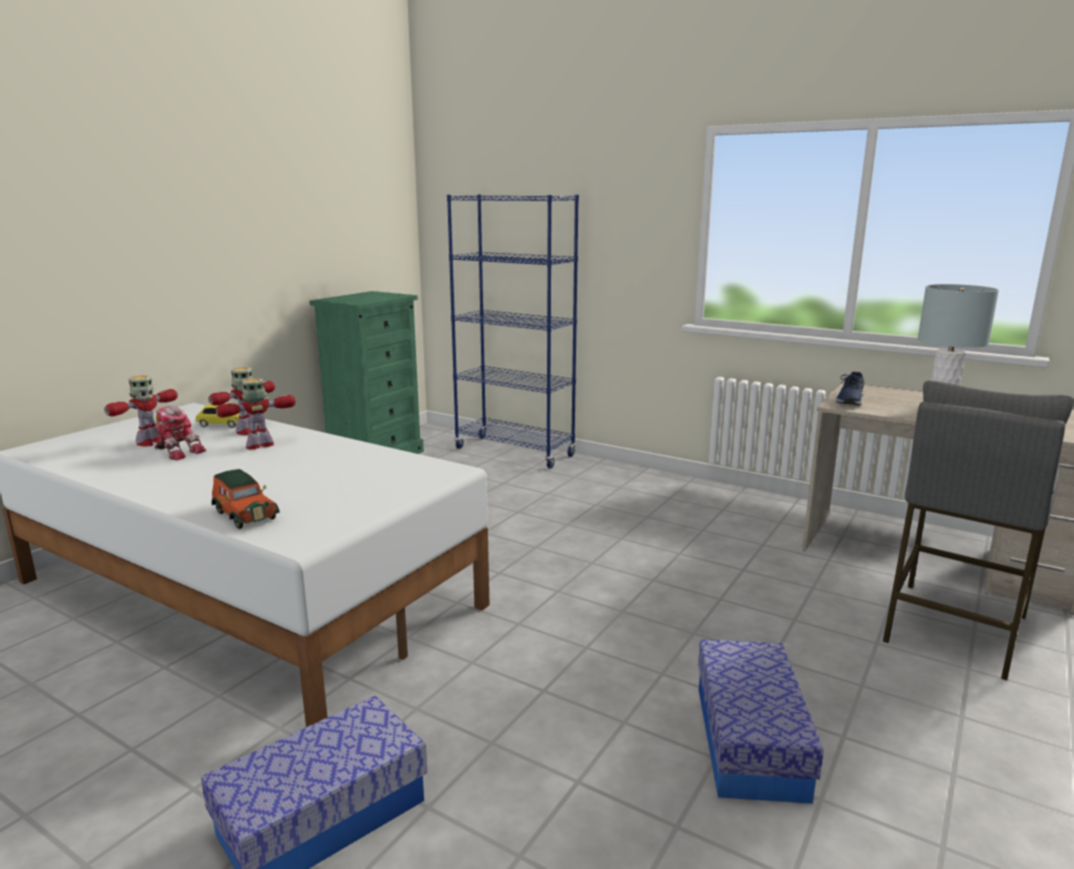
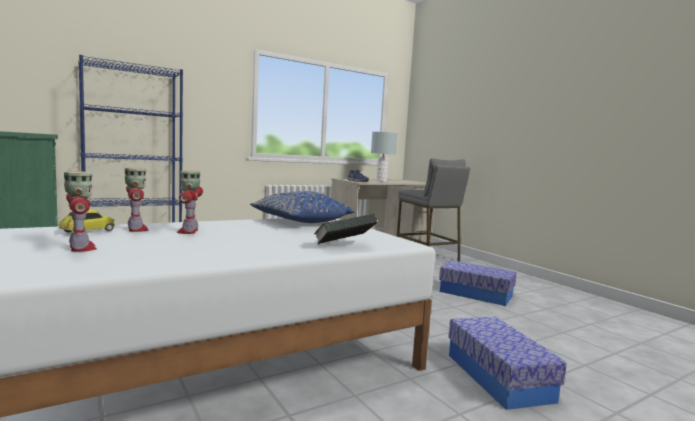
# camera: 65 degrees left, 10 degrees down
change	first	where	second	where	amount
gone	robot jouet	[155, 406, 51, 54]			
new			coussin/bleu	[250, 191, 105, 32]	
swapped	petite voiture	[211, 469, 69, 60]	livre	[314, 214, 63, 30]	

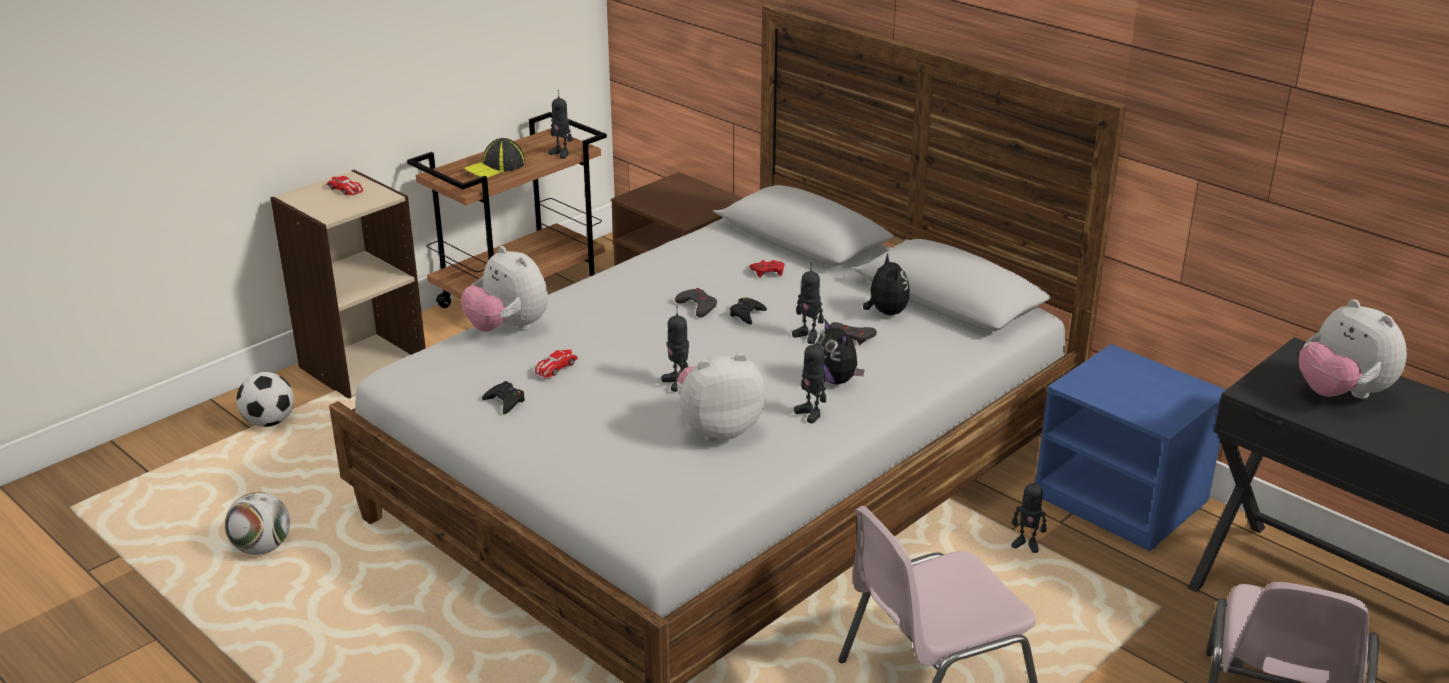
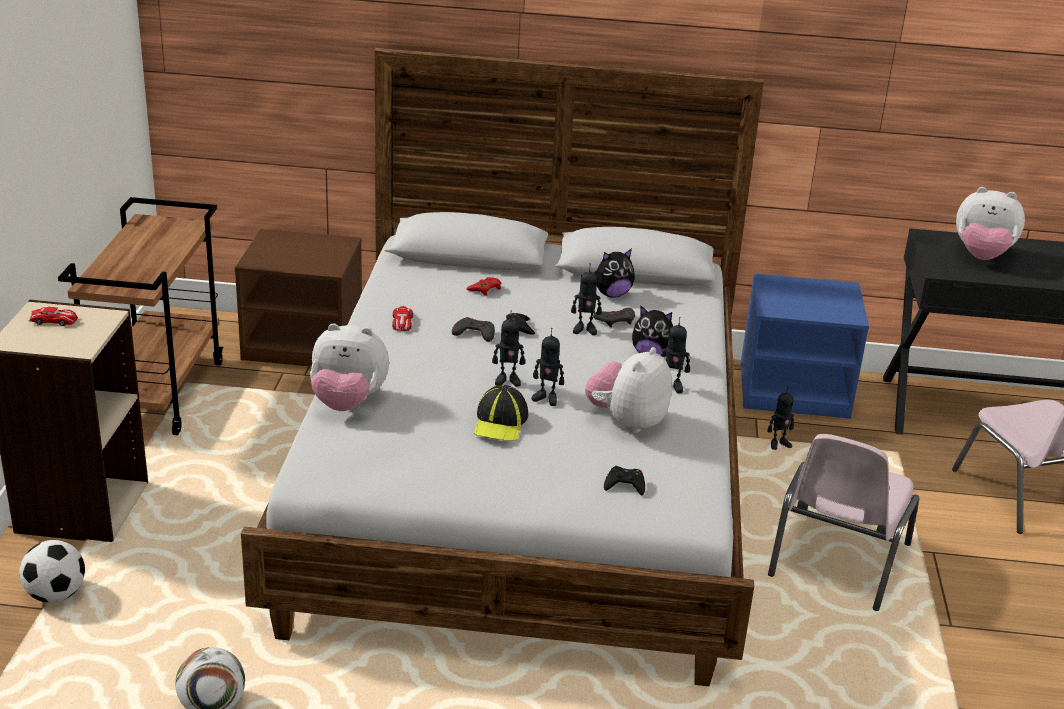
# camera: 40 degrees left, 0 degrees up
change	first	where	second	where	amount
shifted	casquette	[465, 138, 60, 40]		[474, 385, 54, 56]	
shifted	manette/noir	[482, 381, 43, 33]		[604, 466, 41, 30]	
shifted	petite voiture	[535, 350, 43, 28]		[392, 306, 21, 25]	
shifted	robot jouet	[548, 90, 24, 69]		[492, 311, 33, 76]	
rotated	peluche	[863, 254, 47, 61]		[594, 249, 41, 49]	120 degrees clockwise

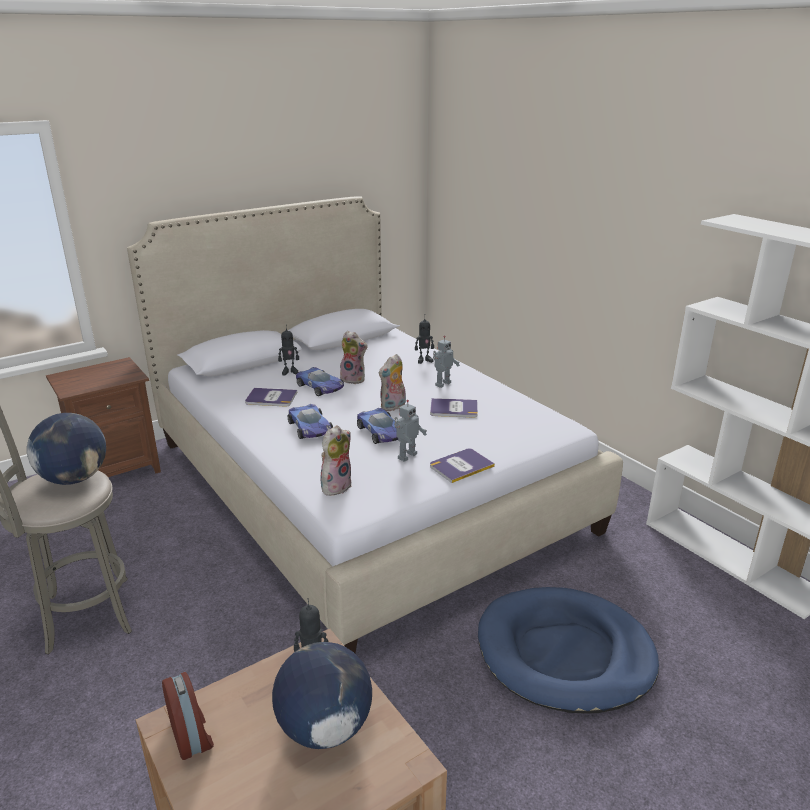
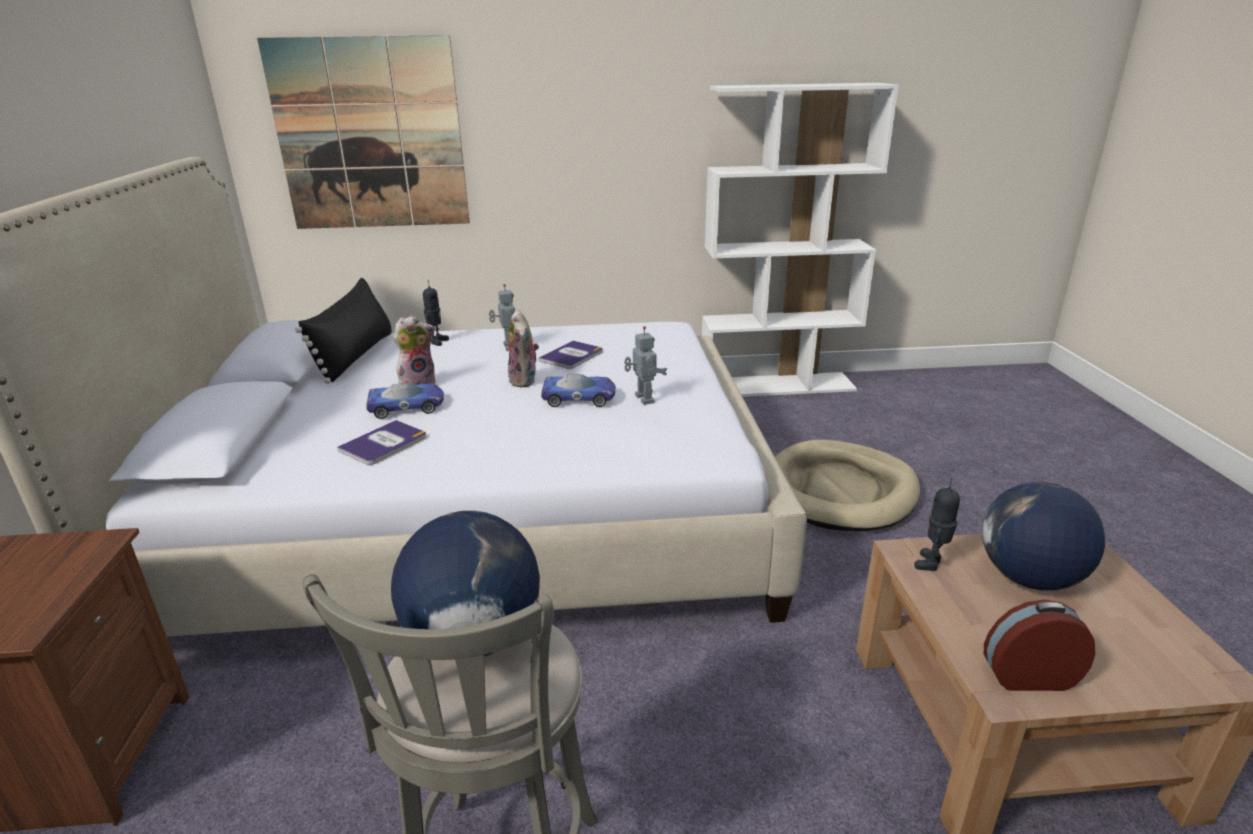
# camera: 60 degrees left, 0 degrees up
change	first	where	second	where	amount
gone	robot jouet	[278, 327, 21, 48]			
gone	petite voiture	[288, 404, 45, 35]			
gone	peluche	[321, 425, 31, 71]			
gone	livre	[430, 449, 65, 34]			
new			tableau	[257, 35, 213, 194]	
new			coussin/noir	[295, 278, 97, 106]	
repainted	panier pour chien/bleu	[478, 587, 181, 127]	panier pour chien/beige	[775, 440, 145, 91]	

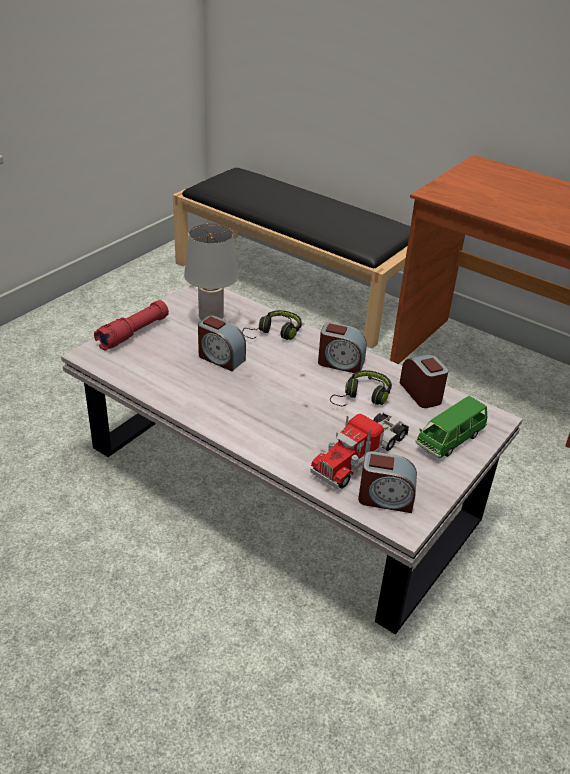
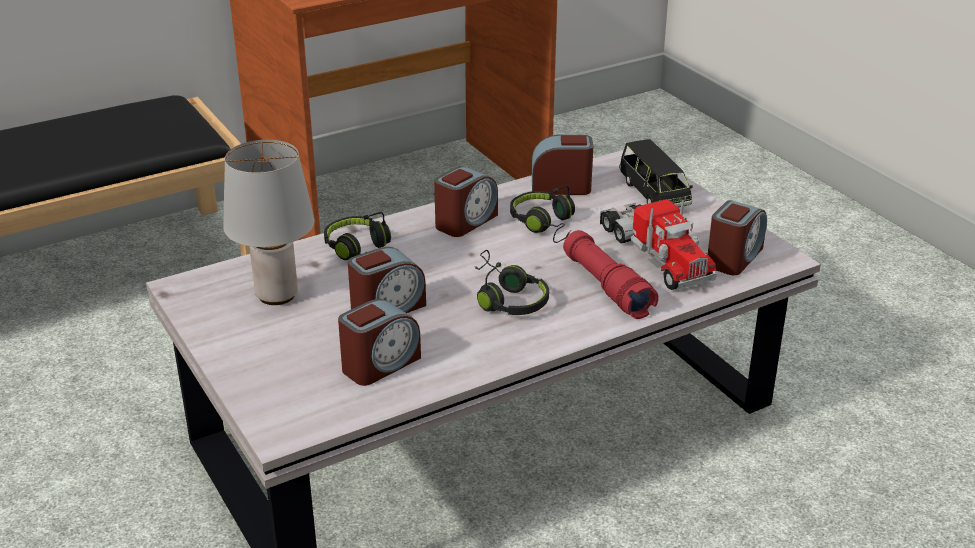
# camera: 65 degrees left, 5 degrees down
change	first	where	second	where	amount
new			réveil	[338, 299, 83, 87]	
new			casque audio/noir	[474, 250, 75, 65]	
shifted	lampe de poche/rouge	[94, 300, 75, 50]		[563, 230, 96, 89]	
repainted	petite voiture/vert	[416, 396, 71, 62]	petite voiture/noir	[619, 139, 74, 69]	

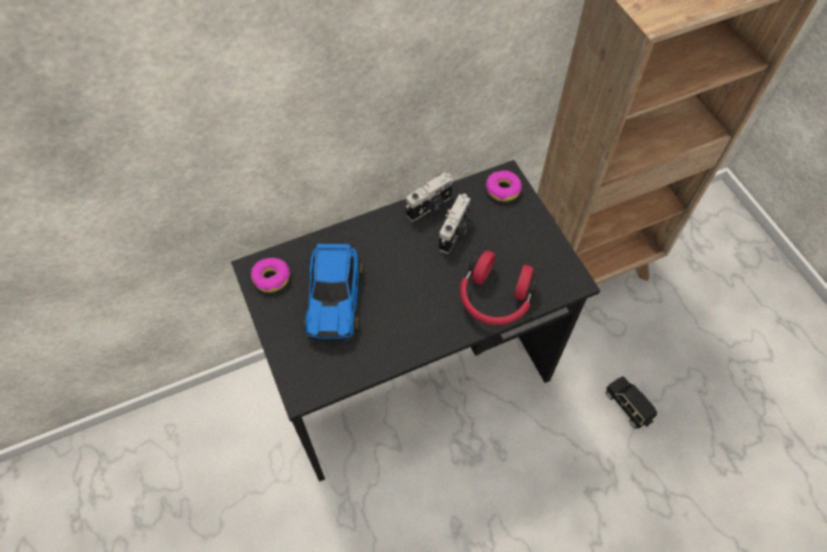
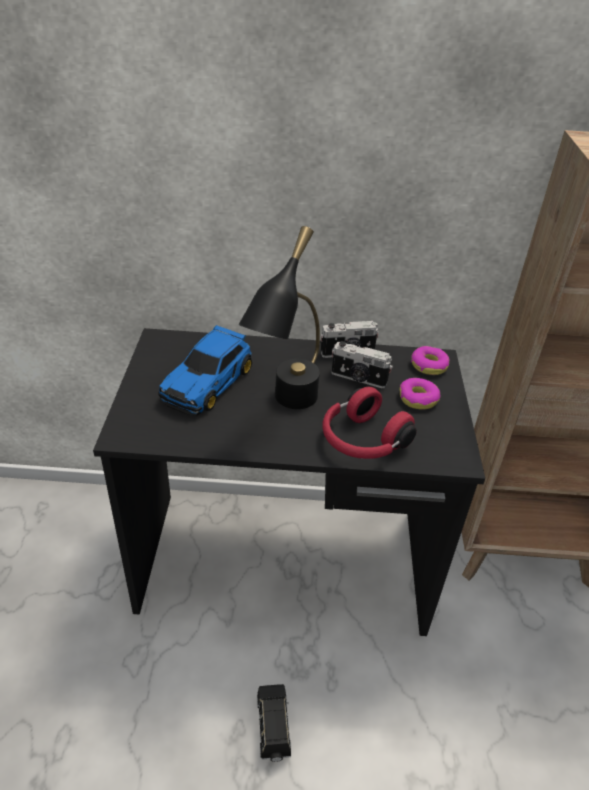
# camera: 25 degrees right, 20 degrees down
change	first	where	second	where	amount
new			lampe de table/noir	[238, 226, 82, 183]	
shifted	beignet	[251, 258, 39, 35]		[400, 378, 40, 32]	
shifted	petite voiture/noir	[606, 376, 51, 53]		[257, 684, 34, 78]	
rotated	appareil photo	[439, 194, 32, 60]		[331, 341, 62, 47]	60 degrees clockwise

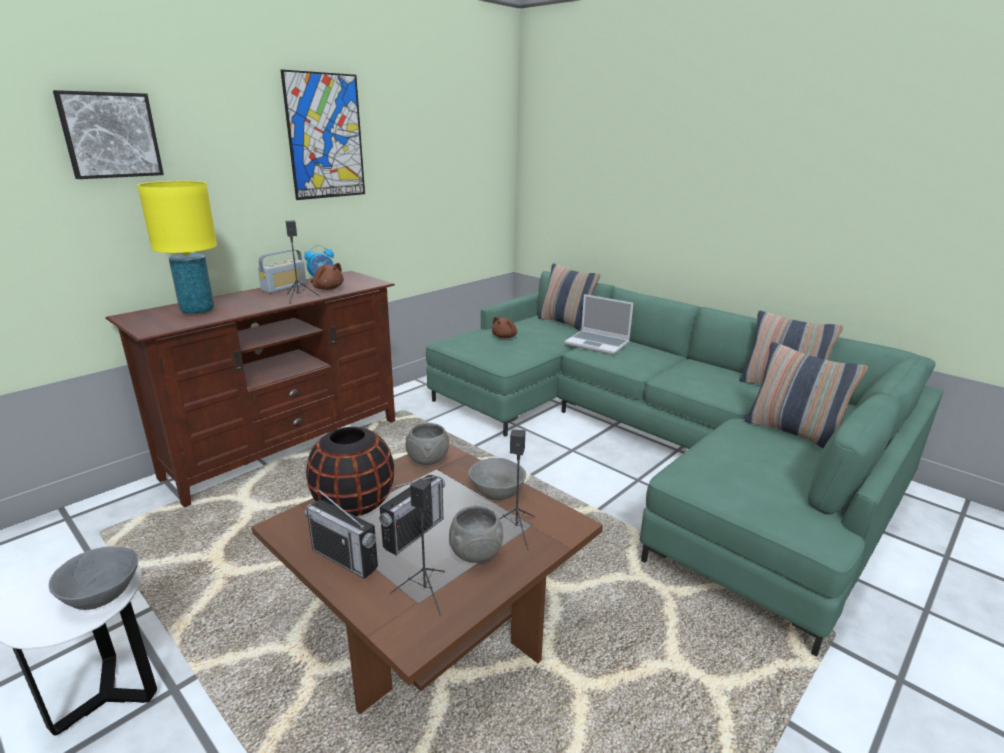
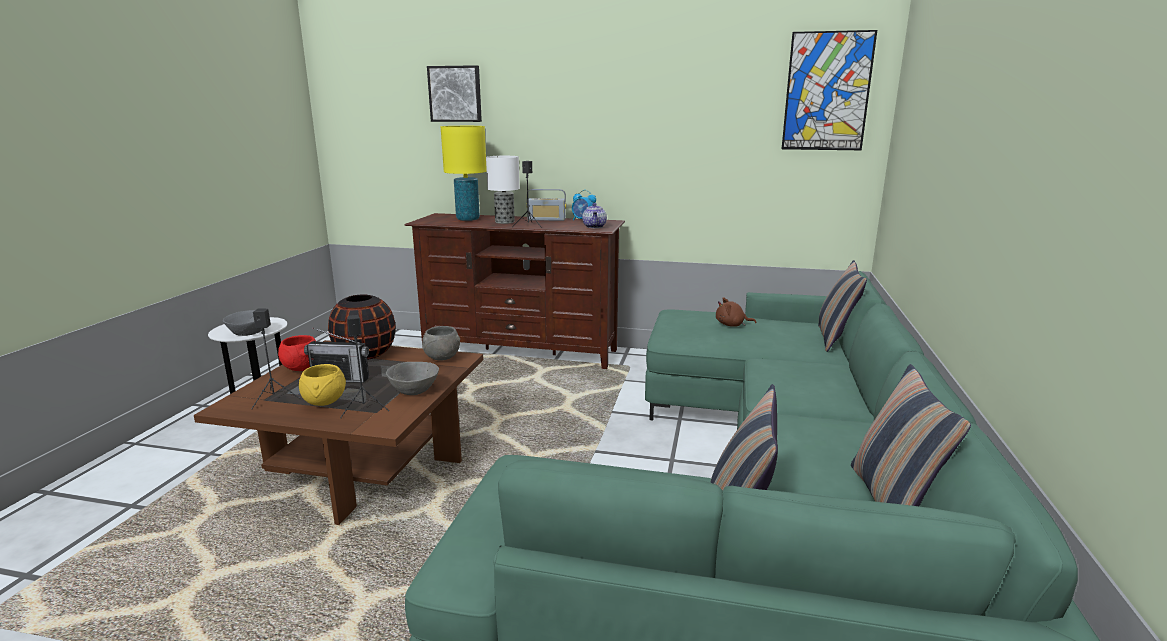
# camera: 60 degrees right, 5 degrees down
change	first	where	second	where	amount
gone	peluche/marron	[311, 263, 33, 27]			
gone	ordinateur portable	[565, 294, 68, 61]			
new			lampe de table	[486, 156, 34, 68]	
new			théière	[582, 203, 25, 25]	
shifted	tableau	[281, 69, 84, 131]		[782, 30, 95, 120]	
swapped	radio	[304, 487, 74, 92]	bol/rouge	[278, 335, 39, 36]	
repainted	bol/gris	[449, 506, 55, 57]	bol/jaune	[299, 364, 47, 42]	

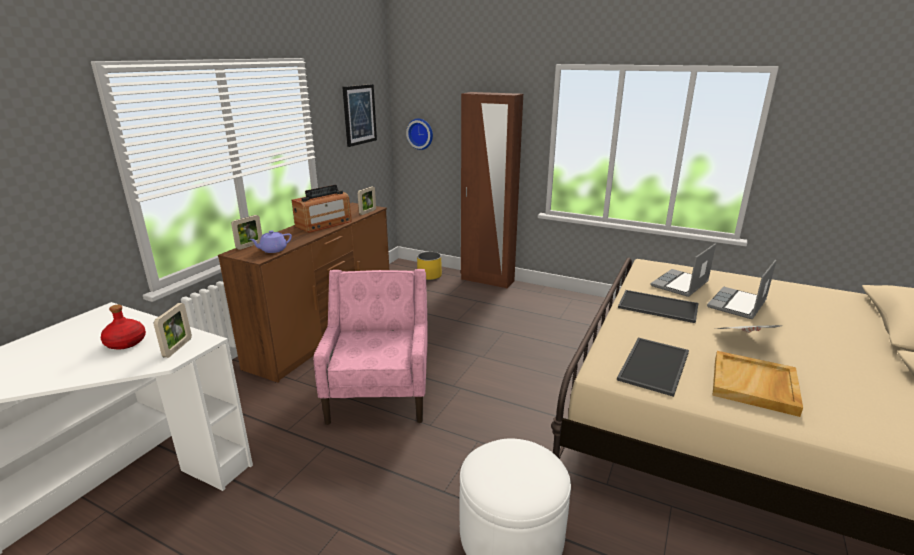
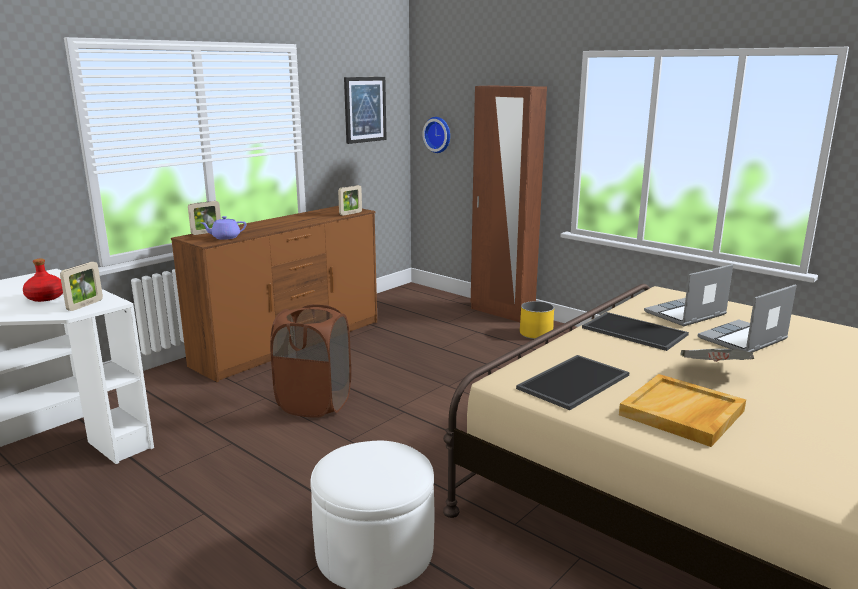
# camera: 15 degrees right, 5 degrees down
change	first	where	second	where	amount
gone	radio	[292, 185, 60, 48]			
shifted	cache-pot/jaune	[417, 252, 25, 28]		[520, 301, 34, 38]	
swapped	fauteuil/rose	[313, 269, 114, 156]	panier à linge/marron	[270, 304, 81, 114]	

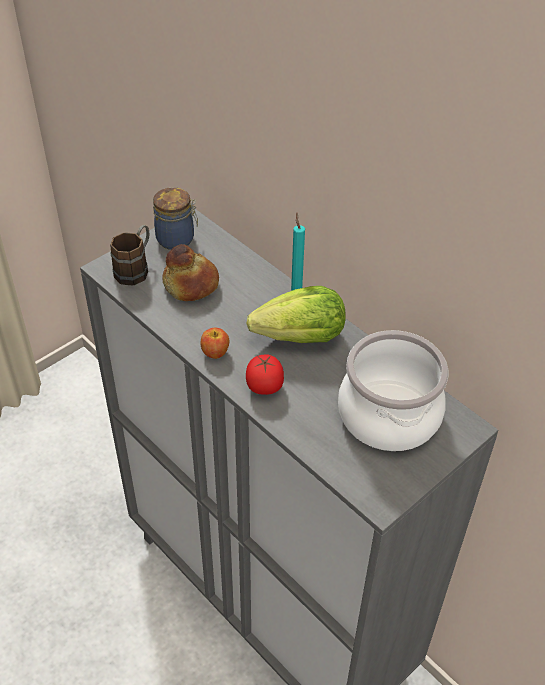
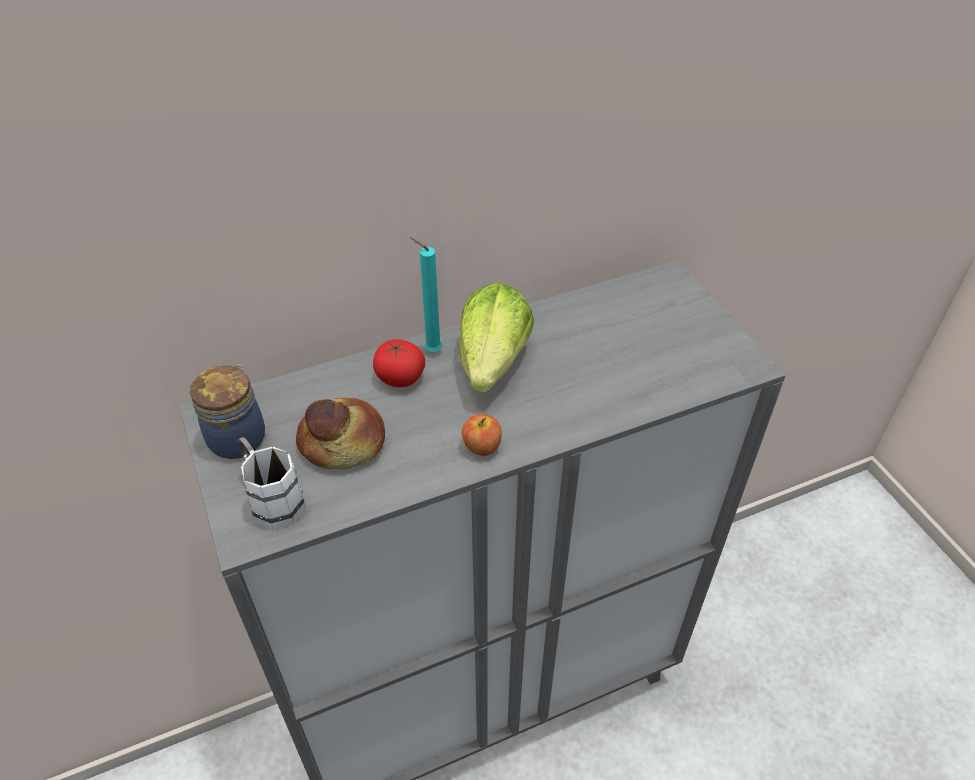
# camera: 70 degrees left, 0 degrees up
change	first	where	second	where	amount
gone	marmite	[338, 330, 110, 121]			
shifted	tomate	[246, 354, 38, 41]		[373, 339, 52, 48]	
repainted	mug/marron	[110, 225, 39, 61]	mug/blanc	[238, 437, 68, 93]	

